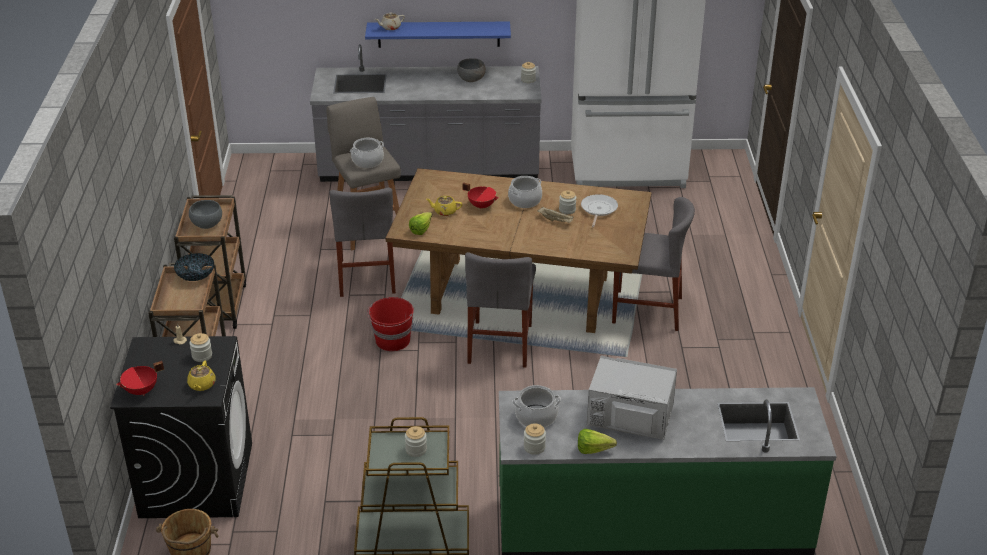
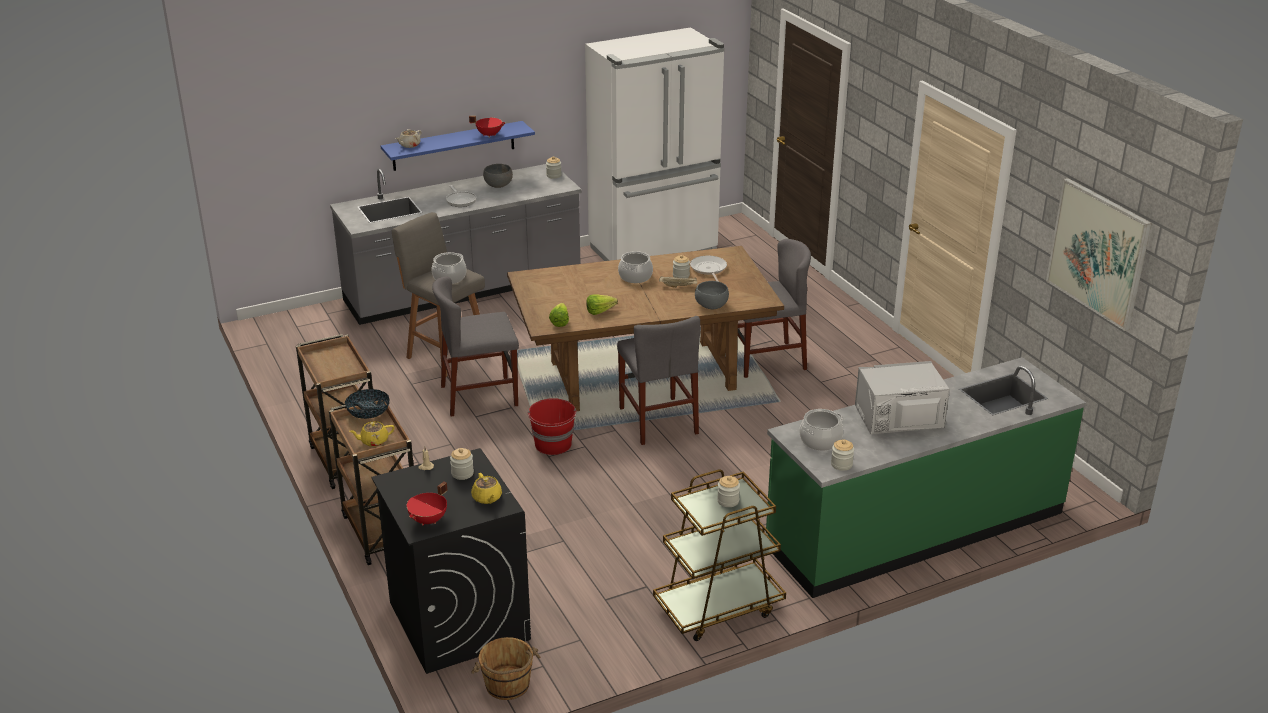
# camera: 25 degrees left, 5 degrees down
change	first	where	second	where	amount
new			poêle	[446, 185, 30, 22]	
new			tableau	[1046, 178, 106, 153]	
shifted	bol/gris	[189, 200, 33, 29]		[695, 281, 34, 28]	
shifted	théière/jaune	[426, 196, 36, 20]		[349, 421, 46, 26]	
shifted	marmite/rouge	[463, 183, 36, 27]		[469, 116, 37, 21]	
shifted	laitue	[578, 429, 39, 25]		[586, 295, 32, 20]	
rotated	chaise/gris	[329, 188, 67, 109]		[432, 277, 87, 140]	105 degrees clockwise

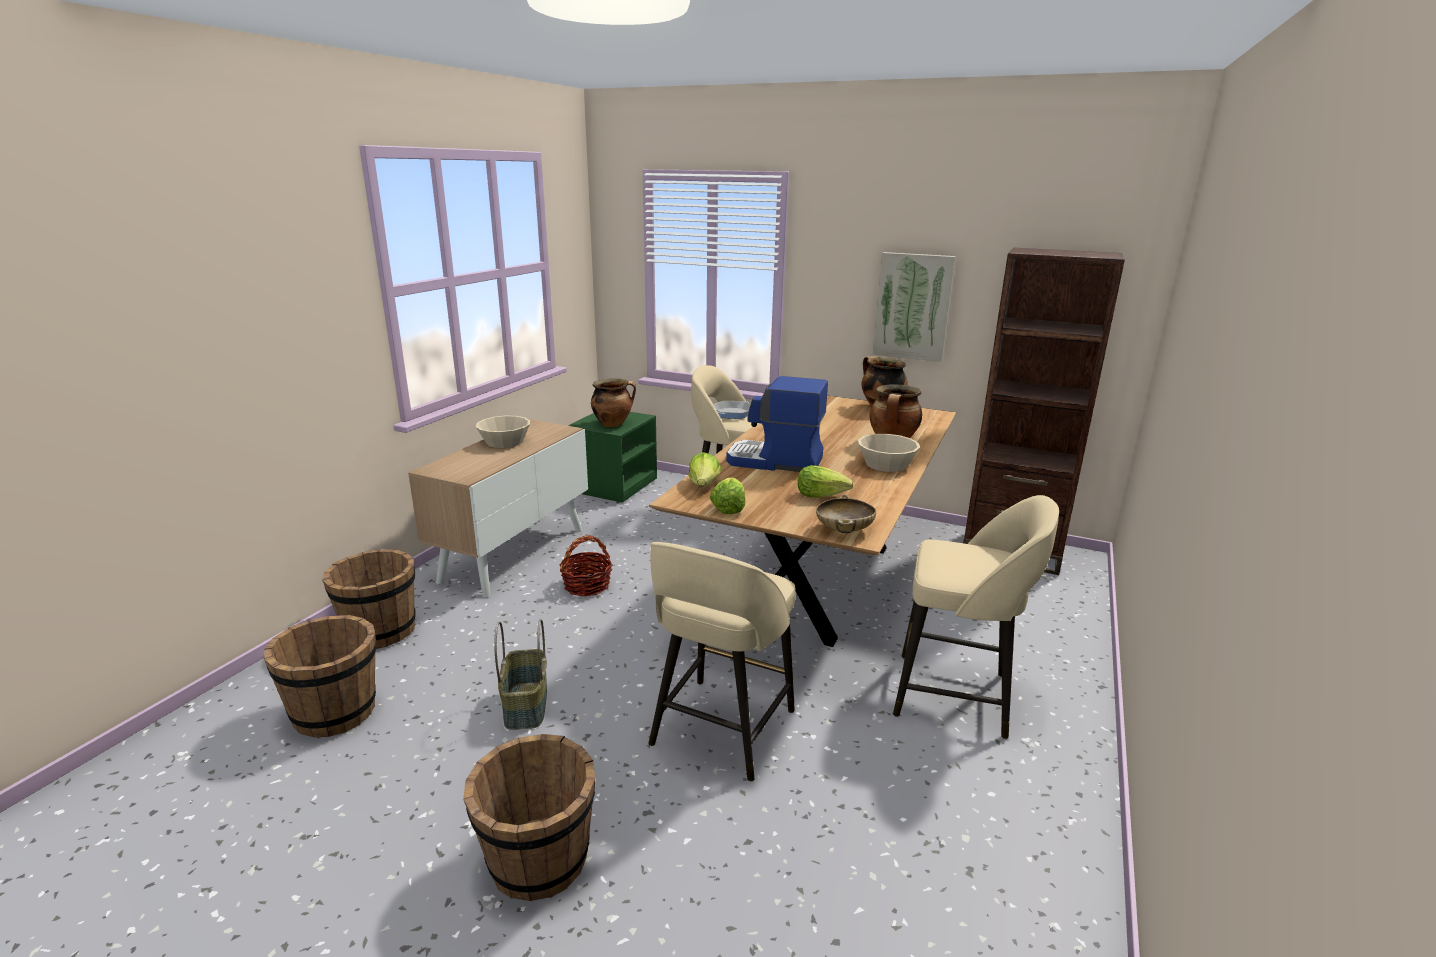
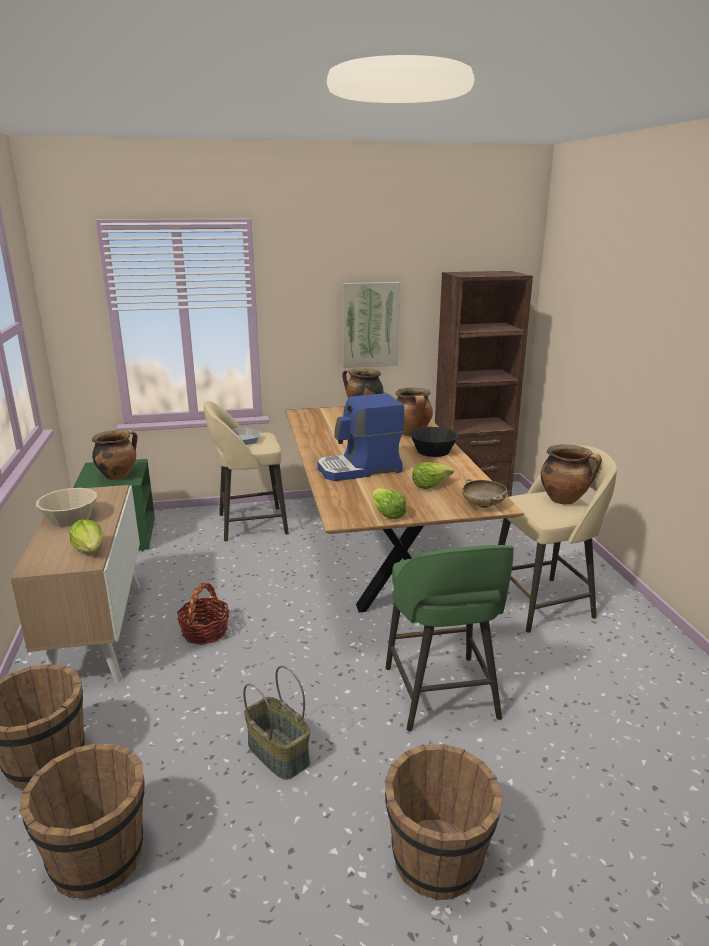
# camera: 35 degrees left, 0 degrees up
change	first	where	second	where	amount
new			marmite	[541, 445, 61, 59]	
shifted	laitue	[689, 452, 32, 34]		[69, 519, 34, 33]	
repainted	tabouret/beige	[648, 542, 147, 240]	tabouret/vert	[386, 545, 128, 187]	
repainted	bol/beige	[858, 434, 62, 38]	bol/noir	[410, 427, 49, 30]	

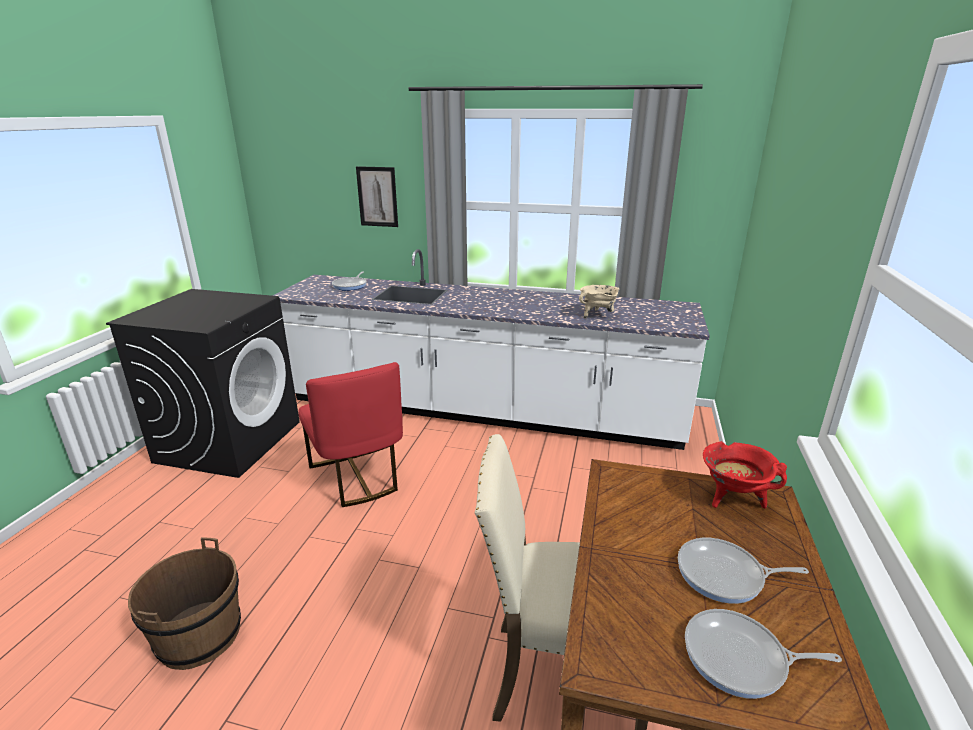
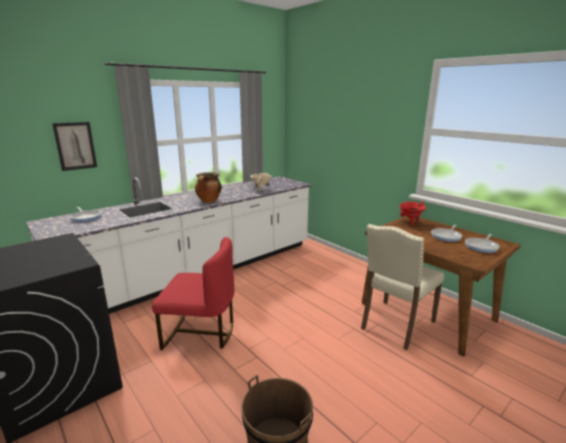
# camera: 55 degrees left, 5 degrees down
change	first	where	second	where	amount
new			marmite	[195, 172, 27, 31]	

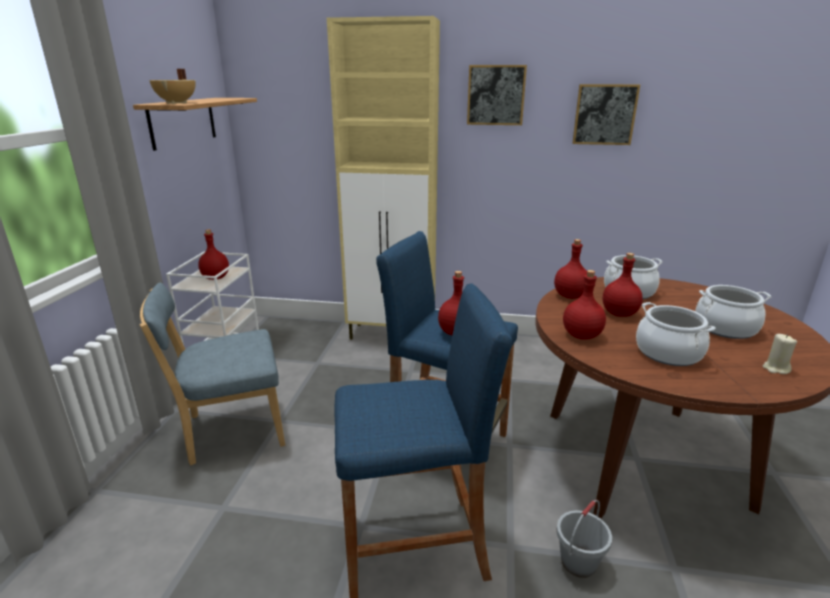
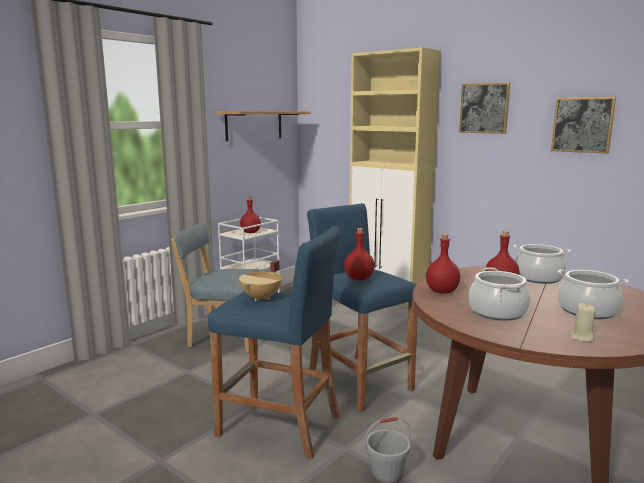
# camera: 30 degrees right, 10 degrees down
change	first	where	second	where	amount
gone	bouteille/rouge	[554, 239, 33, 60]			
shifted	marmite/beige	[149, 69, 47, 35]		[239, 260, 43, 41]	

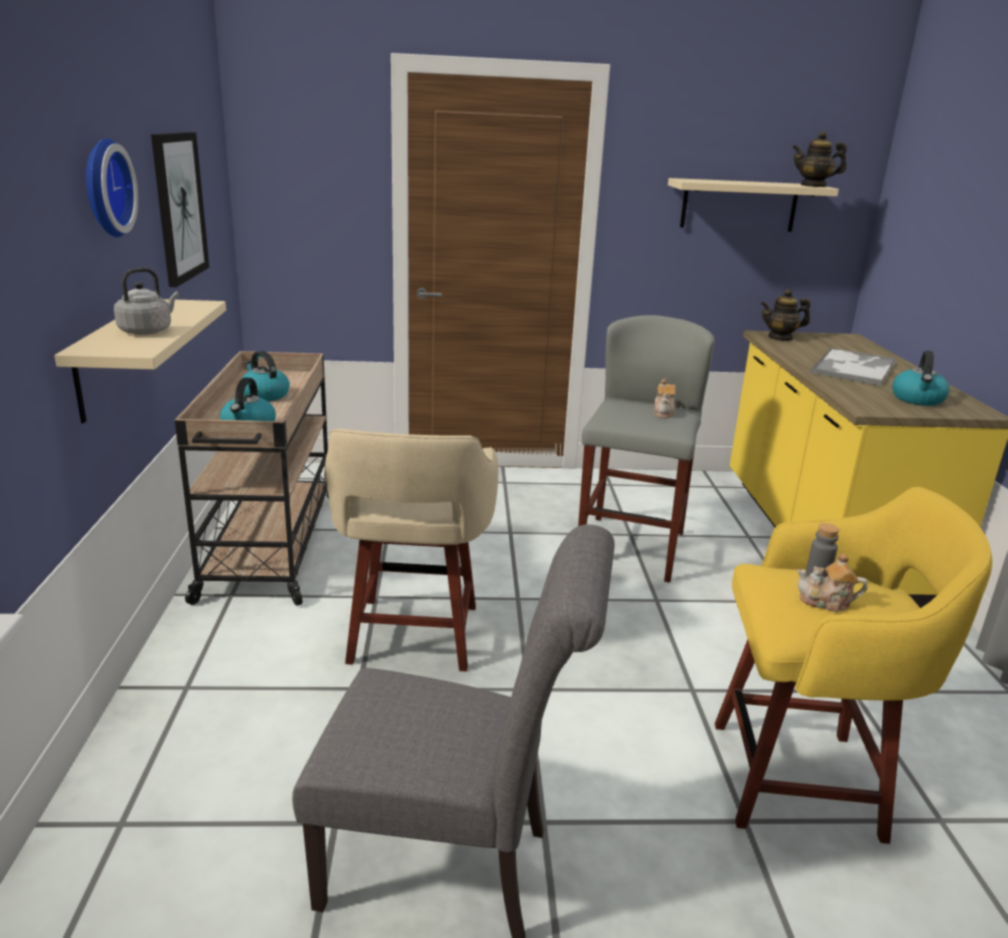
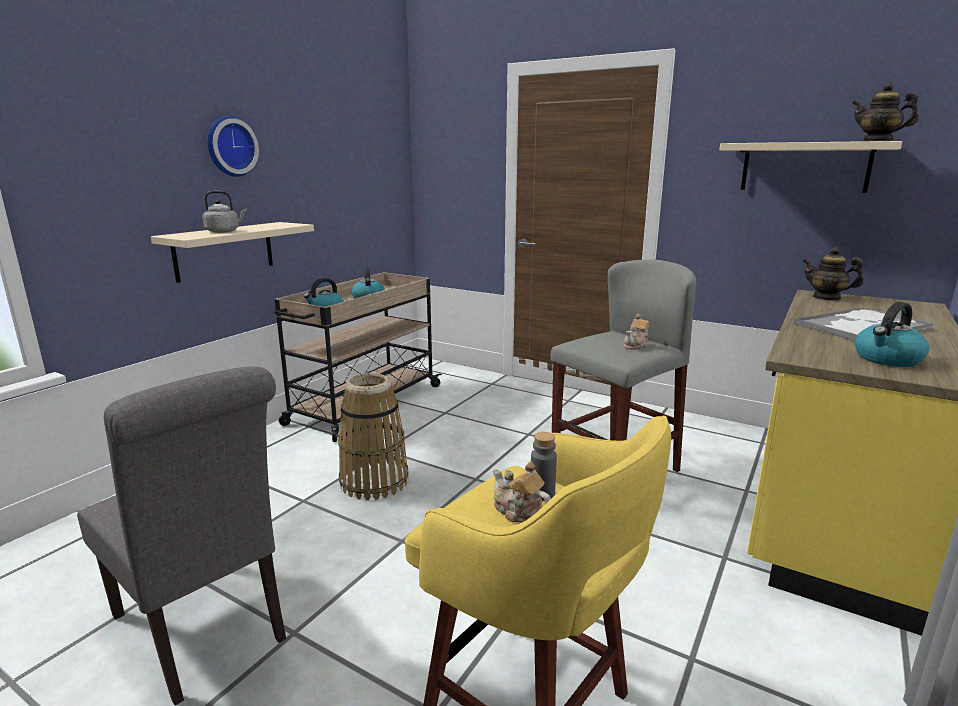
# camera: 35 degrees right, 5 degrees down
change	first	where	second	where	amount
gone	tableau	[151, 132, 58, 155]			
swapped	tabouret/beige	[325, 428, 173, 243]	panier	[338, 373, 71, 127]	

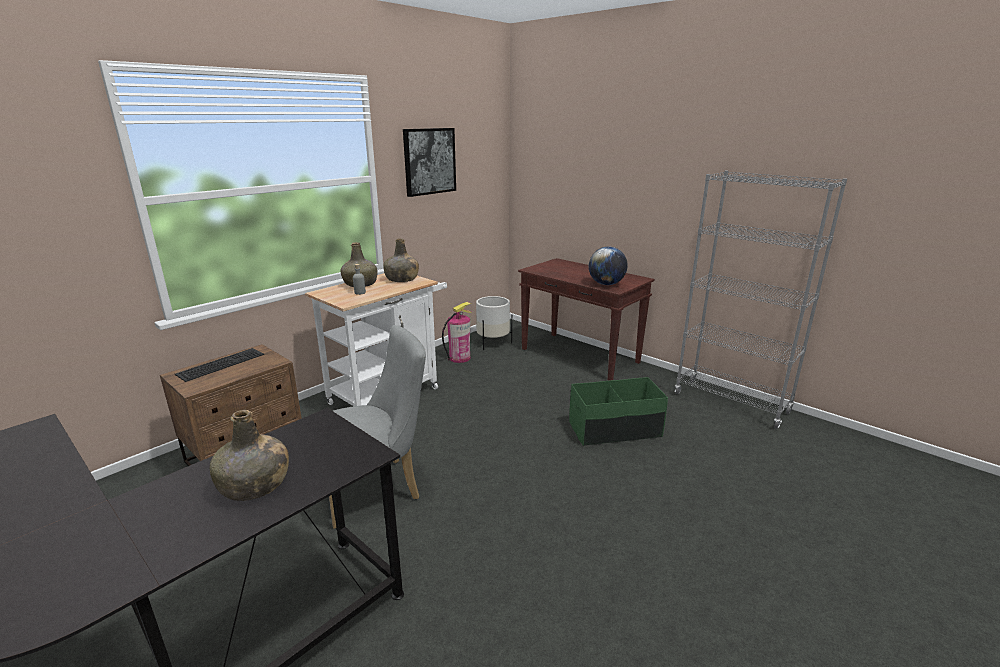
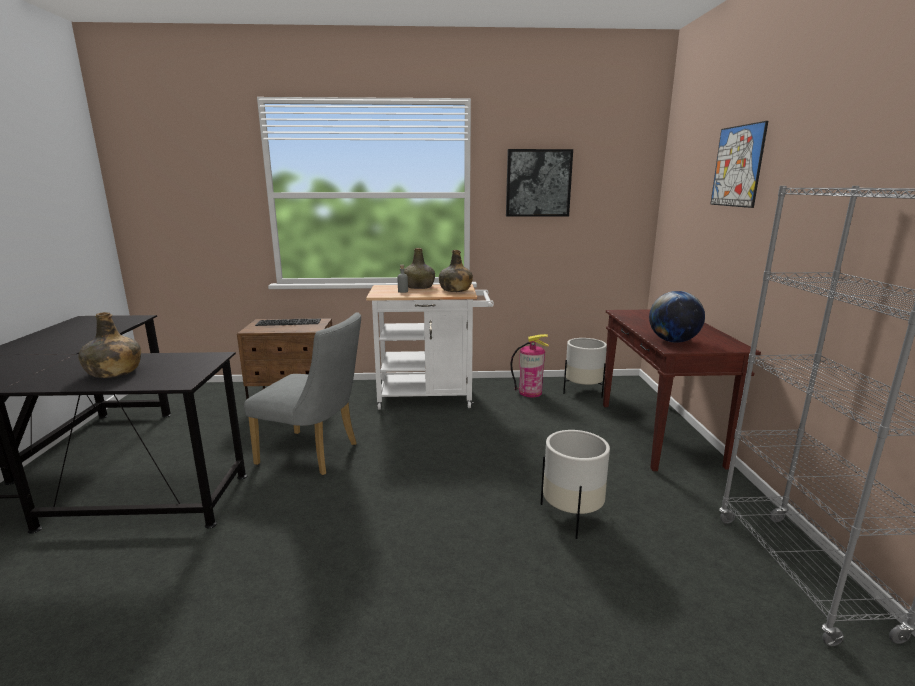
# camera: 45 degrees right, 5 degrees down
change	first	where	second	where	amount
new			tableau	[710, 121, 58, 87]	
swapped	boîte de rangement/vert	[569, 377, 99, 69]	cache-pot/blanc	[541, 430, 69, 109]	

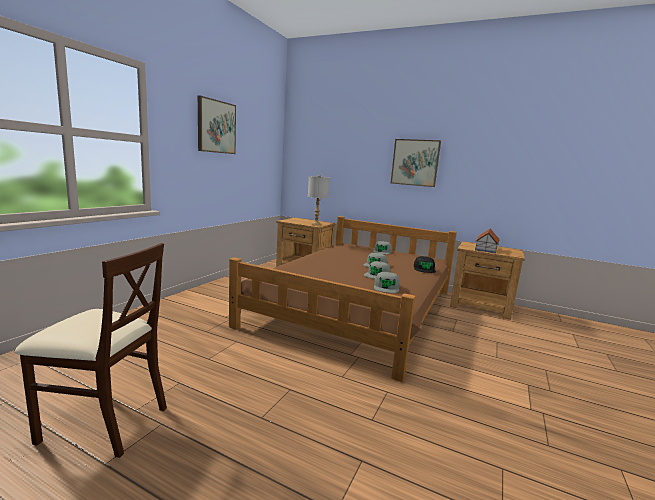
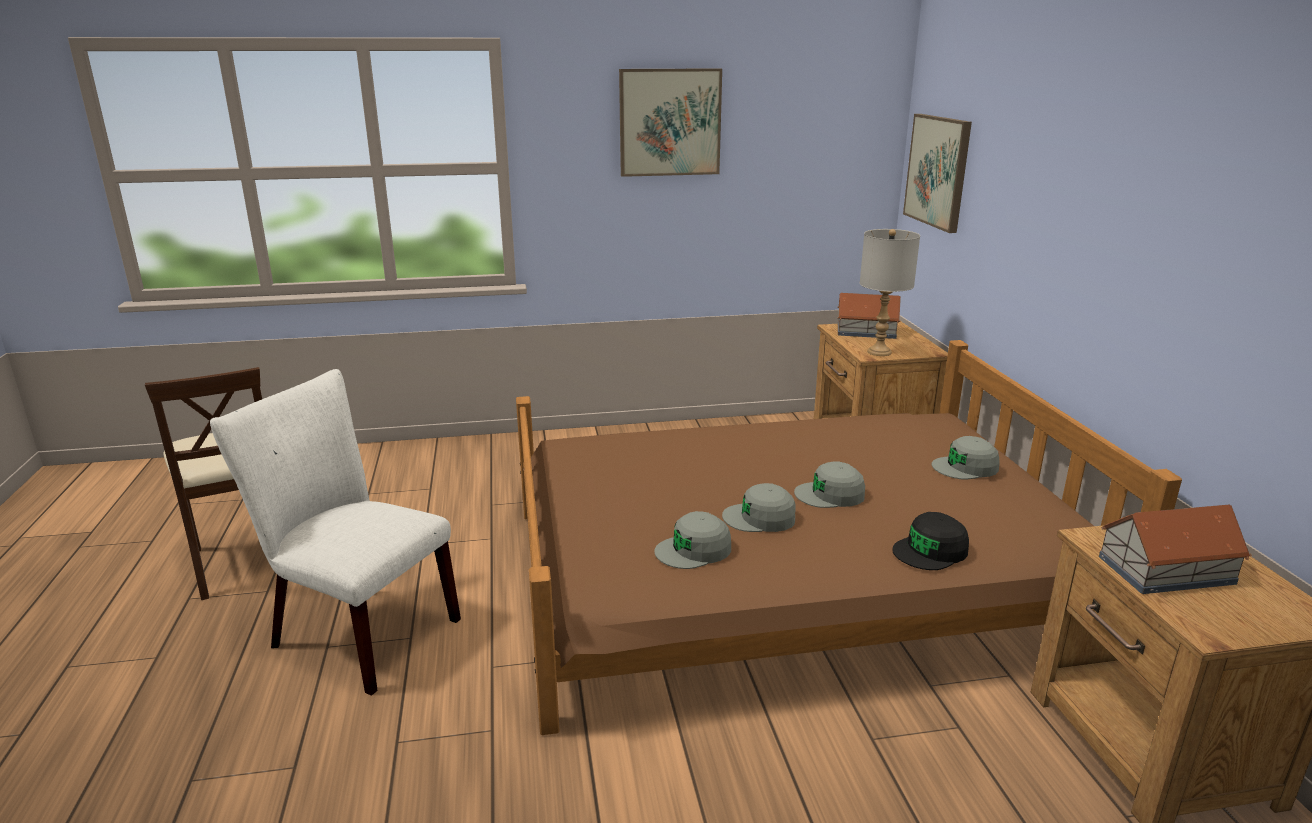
# camera: 55 degrees right, 10 degrees up
change	first	where	second	where	amount
new			chaise/blanc	[210, 369, 251, 327]	
new			maison miniature	[837, 293, 64, 46]	
shifted	tableau	[391, 139, 50, 48]		[903, 114, 69, 119]	

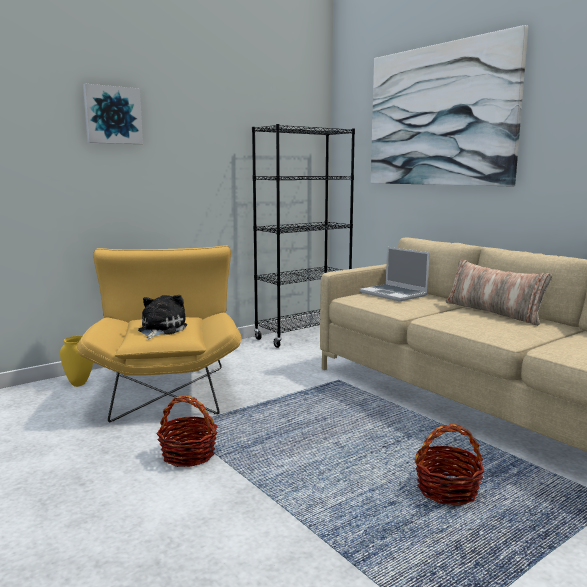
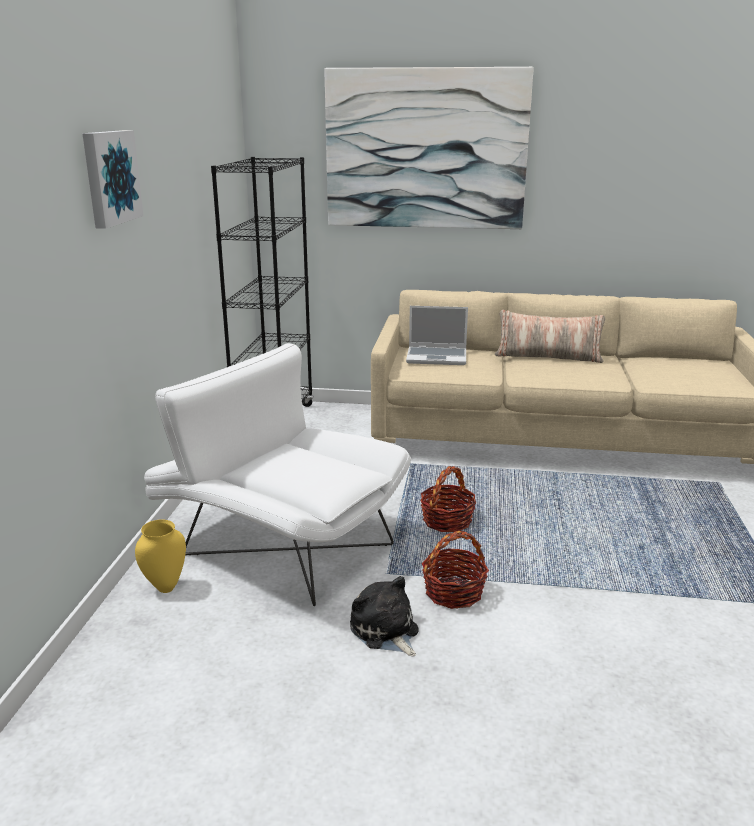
# camera: 45 degrees left, 10 degrees up
change	first	where	second	where	amount
shifted	peluche	[138, 295, 49, 44]		[350, 576, 69, 80]	
shifted	panier	[415, 424, 69, 82]		[420, 466, 56, 66]	
repainted	fauteuil/jaune	[76, 245, 165, 178]	fauteuil/blanc	[144, 343, 267, 263]	

